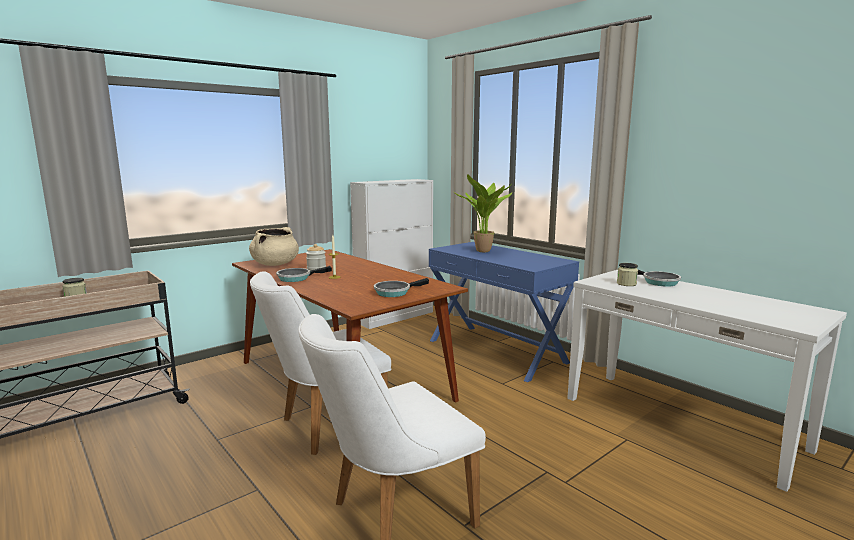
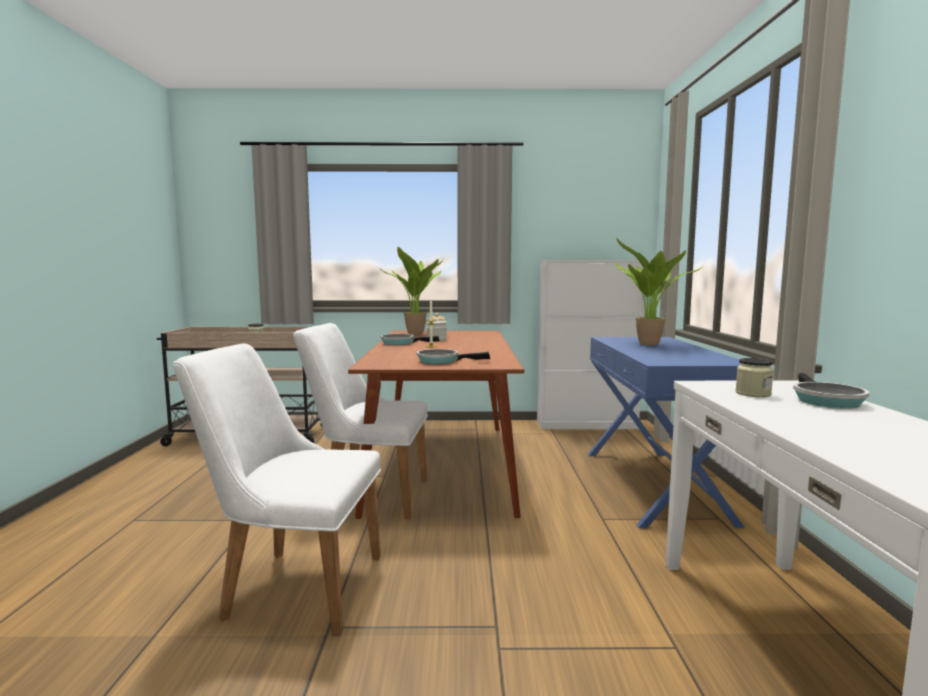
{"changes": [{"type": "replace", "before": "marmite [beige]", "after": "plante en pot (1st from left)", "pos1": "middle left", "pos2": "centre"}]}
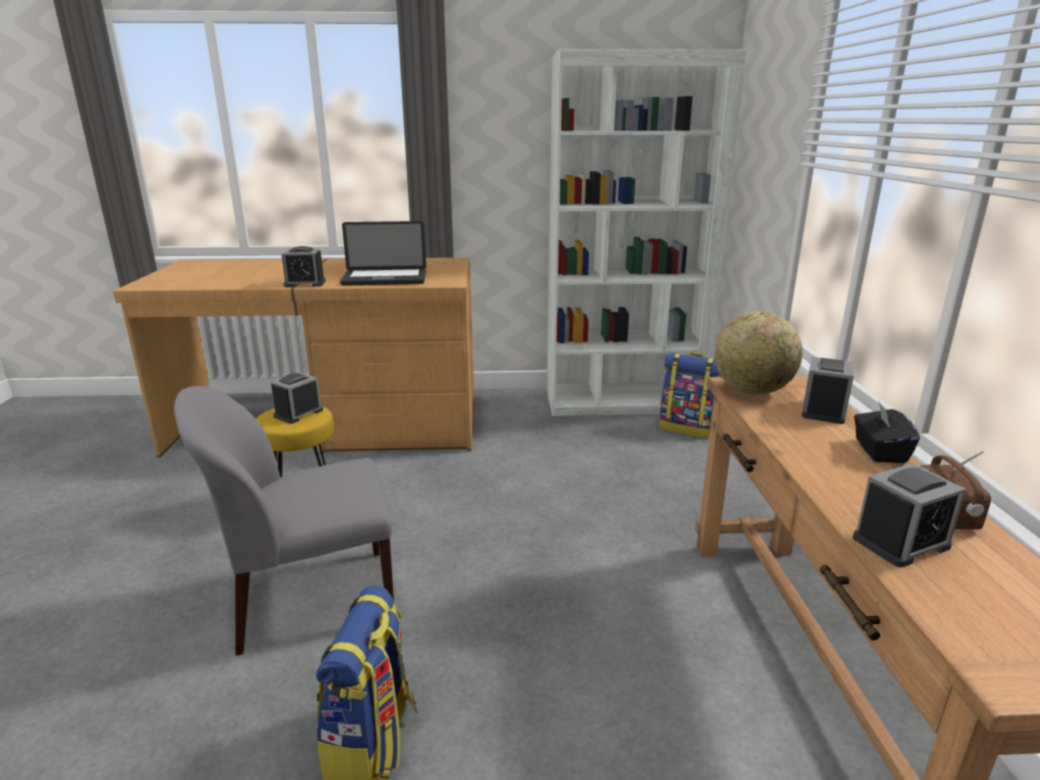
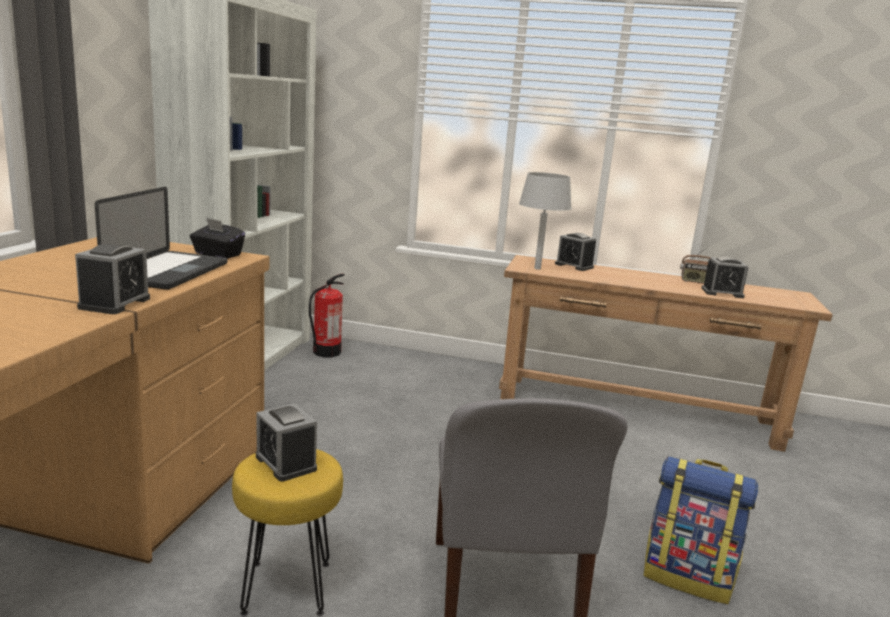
{"changes": [{"type": "replace", "before": "globe", "after": "lampe de table [gris]", "pos1": "middle right", "pos2": "centre"}, {"type": "replace", "before": "sac à dos (2nd from left)", "after": "extincteur", "pos1": "centre", "pos2": "centre"}, {"type": "move", "before": "boîte à mouchoirs [noir]", "pos1": "middle right", "pos2": "middle left"}, {"type": "rotate", "before": "réveil (4th from left)", "pos1": "middle right", "pos2": "middle right", "turn": 105}]}
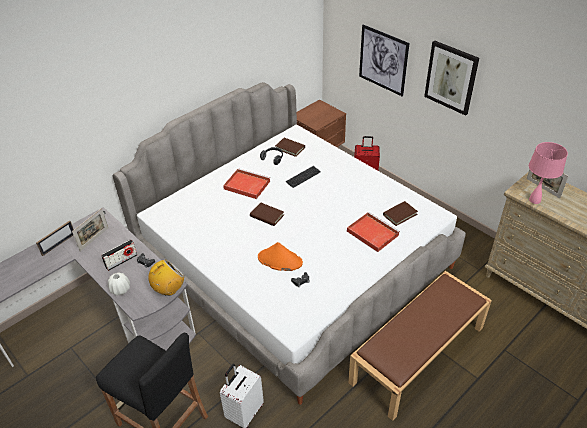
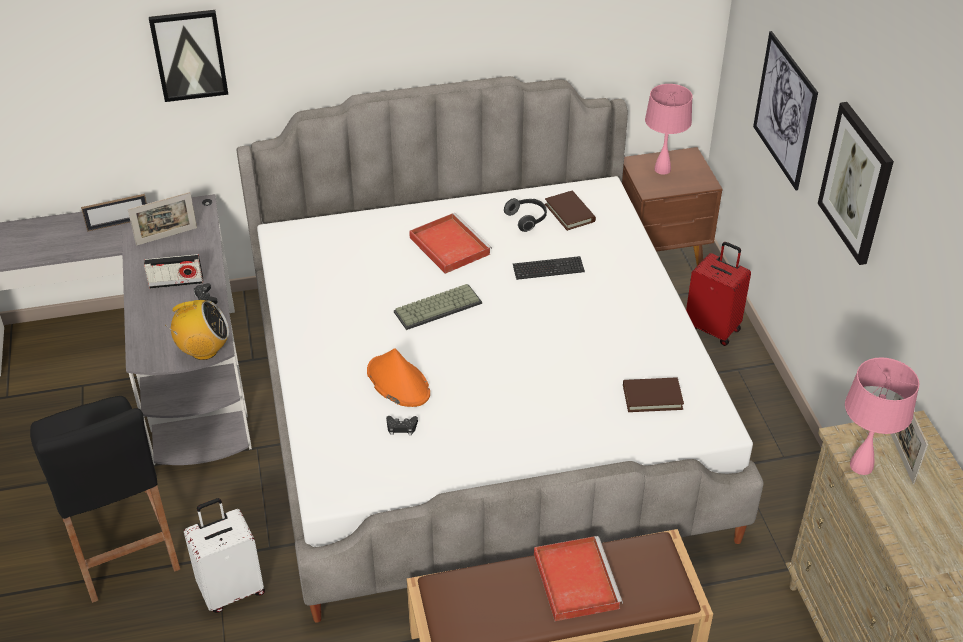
{"changes": [{"type": "replace", "before": "livre [marron] (1st from left)", "after": "clavier (1st from left)", "pos1": "centre", "pos2": "centre"}, {"type": "move", "before": "plateau [rouge] (2nd from left)", "pos1": "centre", "pos2": "bottom centre"}, {"type": "delete", "before": "vase [blanc]", "pos1": "middle left"}, {"type": "insert", "after": "tableau (1st from left)", "pos2": "top left"}, {"type": "insert", "after": "lampe de table [rose] (1st from left)", "pos2": "top right"}]}
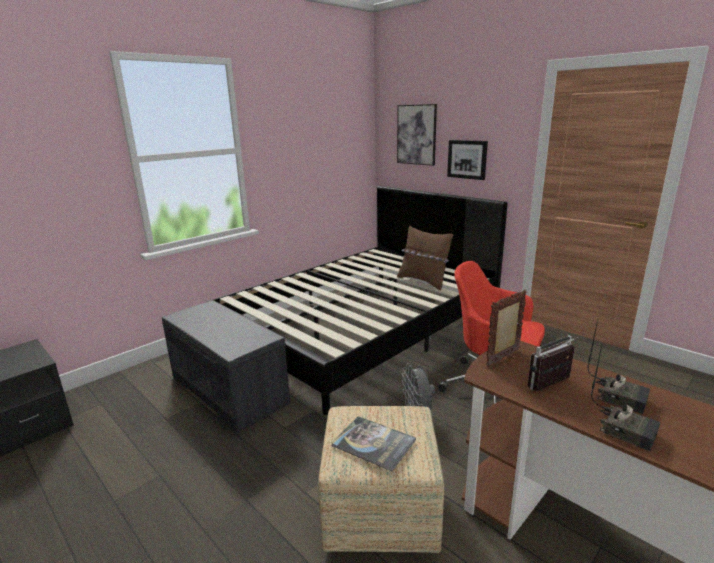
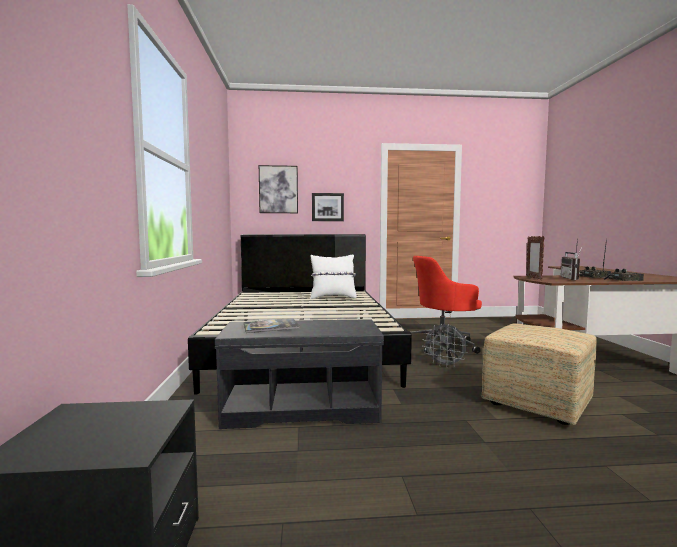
{"changes": [{"type": "recolor", "before": "coussin [marron]", "after": "coussin [blanc]", "pos1": "centre", "pos2": "centre"}, {"type": "move", "before": "livre", "pos1": "bottom centre", "pos2": "centre"}]}
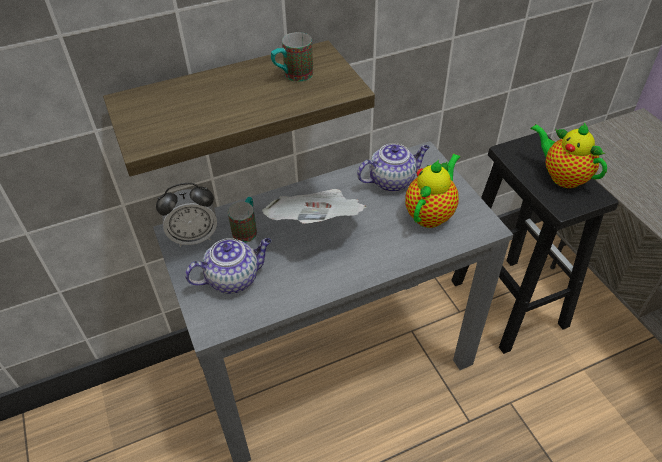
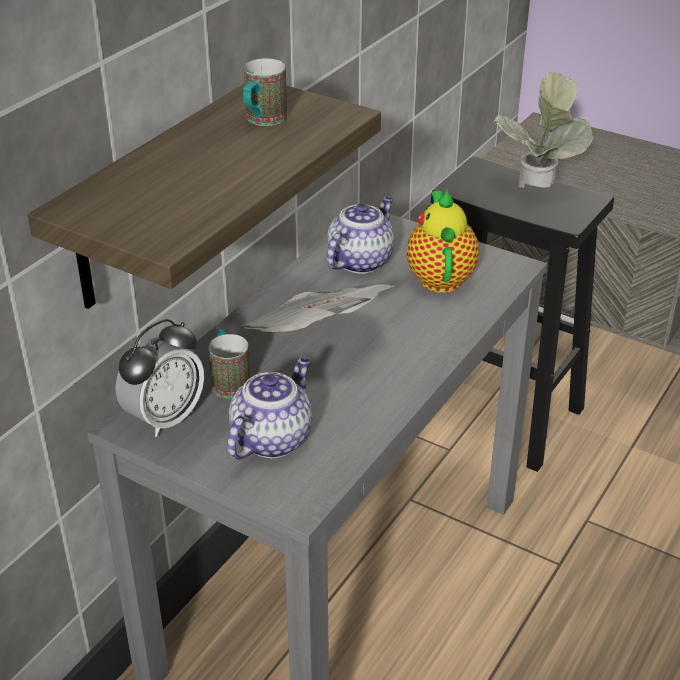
{"changes": [{"type": "replace", "before": "théière (4th from left)", "after": "plante en pot", "pos1": "middle right", "pos2": "top right"}]}
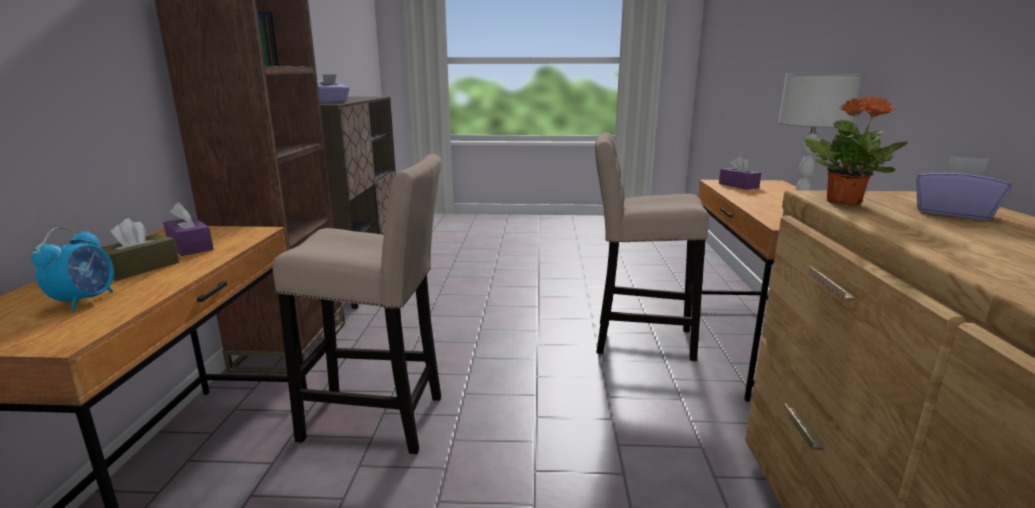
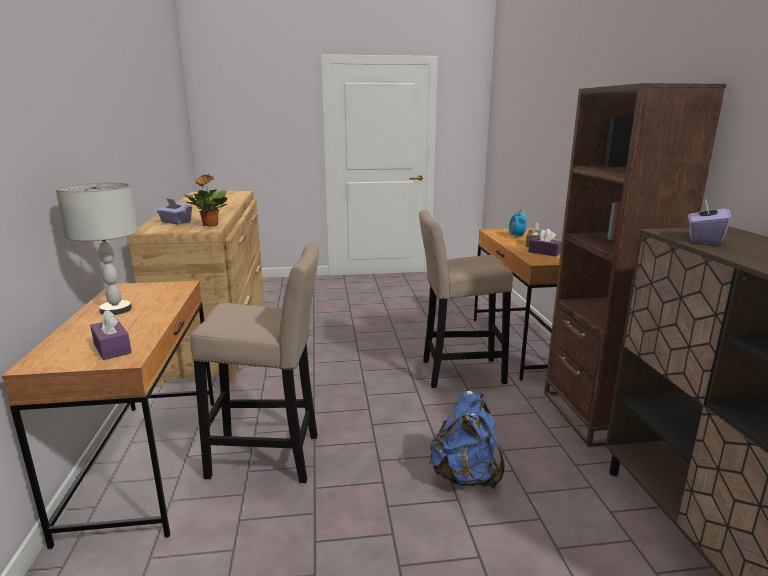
{"changes": [{"type": "insert", "after": "sac à dos [bleu]", "pos2": "bottom centre"}]}
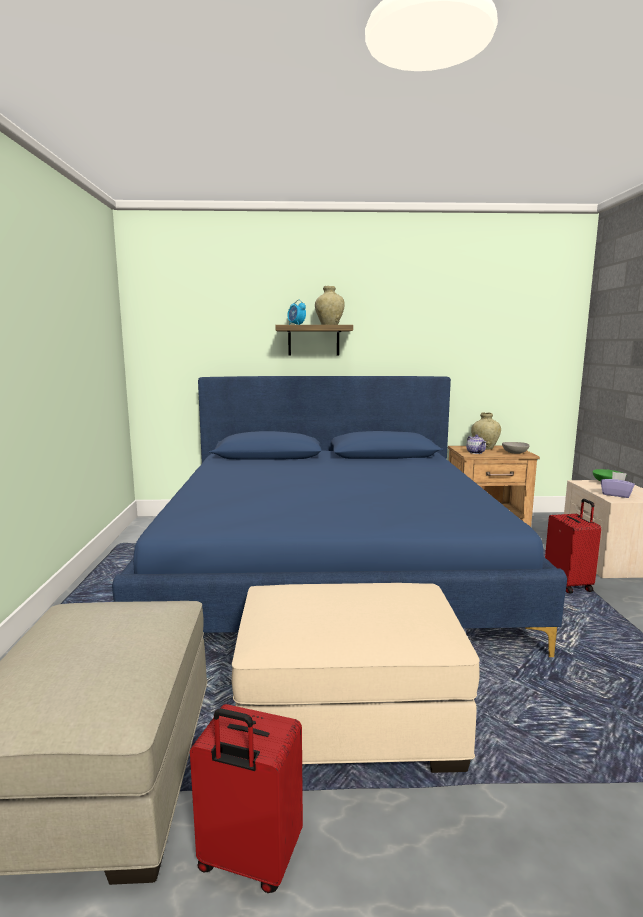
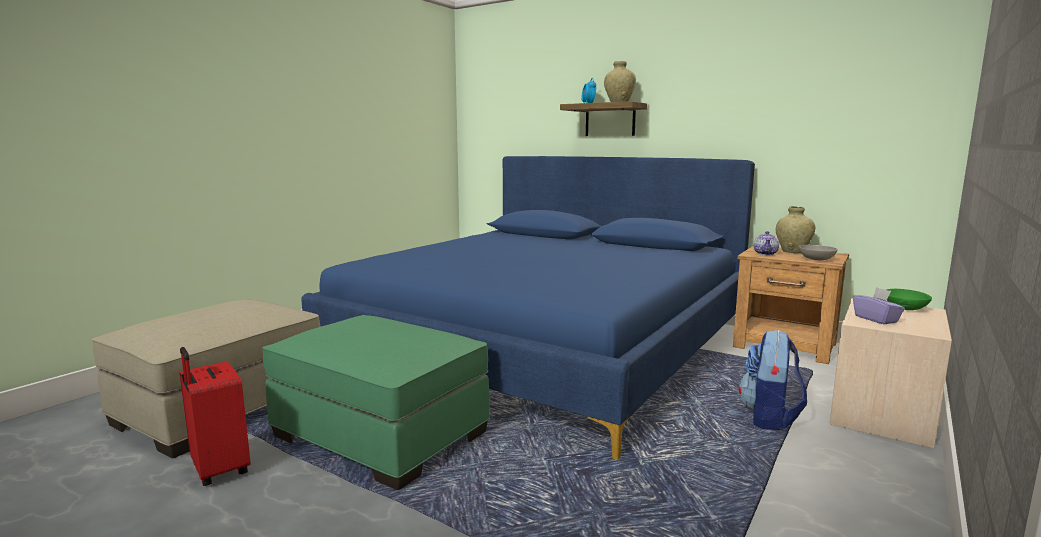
{"changes": [{"type": "replace", "before": "valise [rouge] (2nd from left)", "after": "sac à dos", "pos1": "middle right", "pos2": "bottom right"}, {"type": "recolor", "before": "pouf [beige] (2nd from left)", "after": "pouf [vert]", "pos1": "bottom centre", "pos2": "bottom centre"}]}
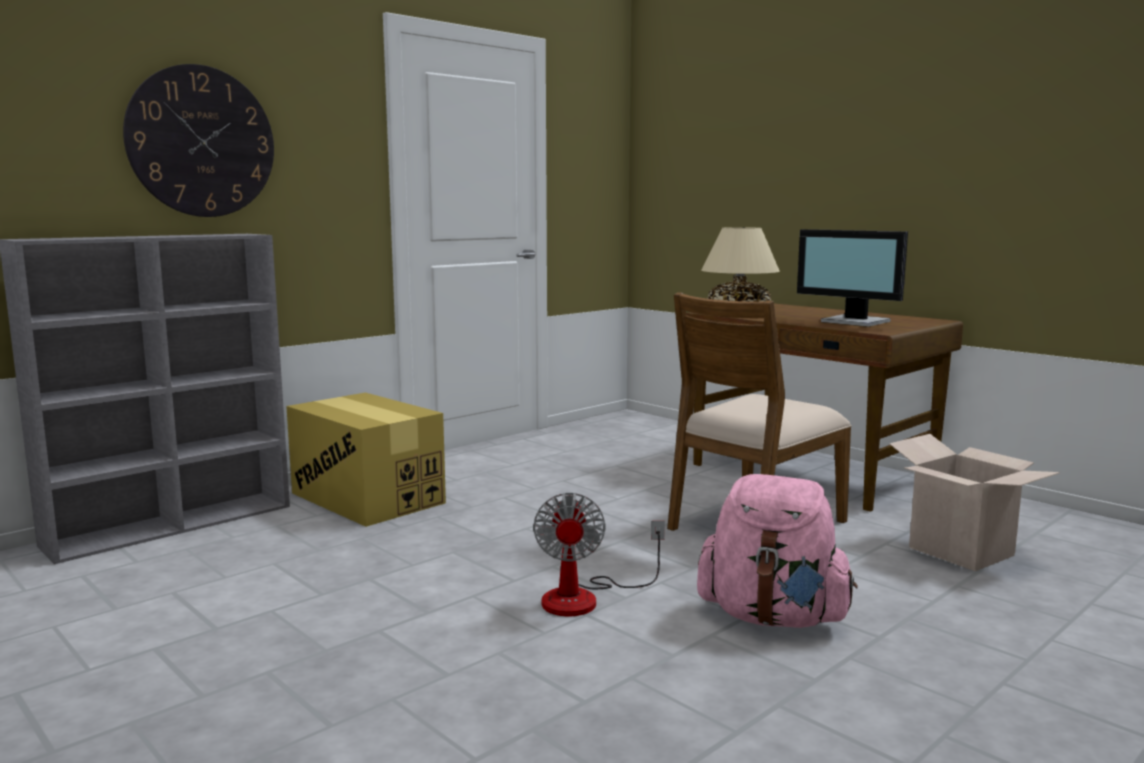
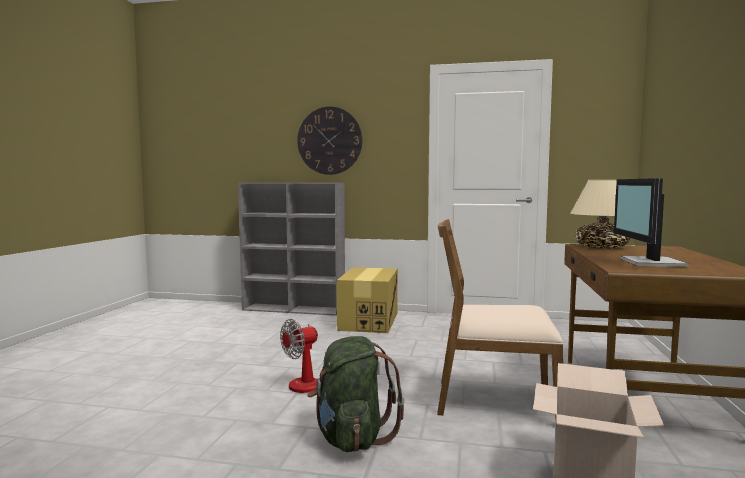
{"changes": [{"type": "recolor", "before": "sac à dos [rose]", "after": "sac à dos [vert]", "pos1": "bottom right", "pos2": "bottom centre"}]}
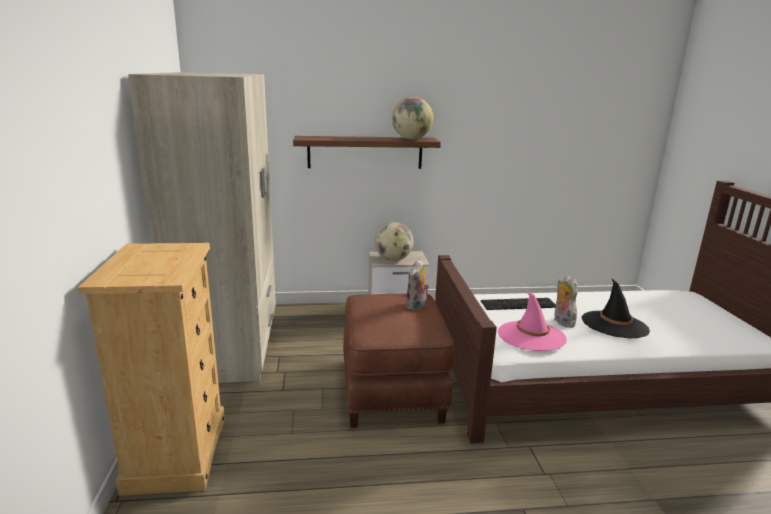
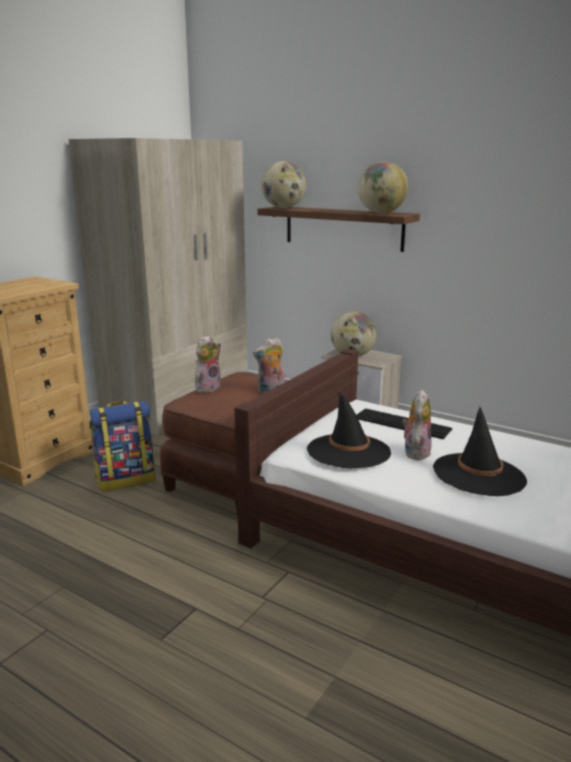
{"changes": [{"type": "recolor", "before": "chapeau [rose]", "after": "chapeau [noir] (1st from left)", "pos1": "middle right", "pos2": "centre"}, {"type": "insert", "after": "globe (1st from left)", "pos2": "top centre"}, {"type": "insert", "after": "peluche (1st from left)", "pos2": "centre"}, {"type": "insert", "after": "sac à dos", "pos2": "middle left"}]}
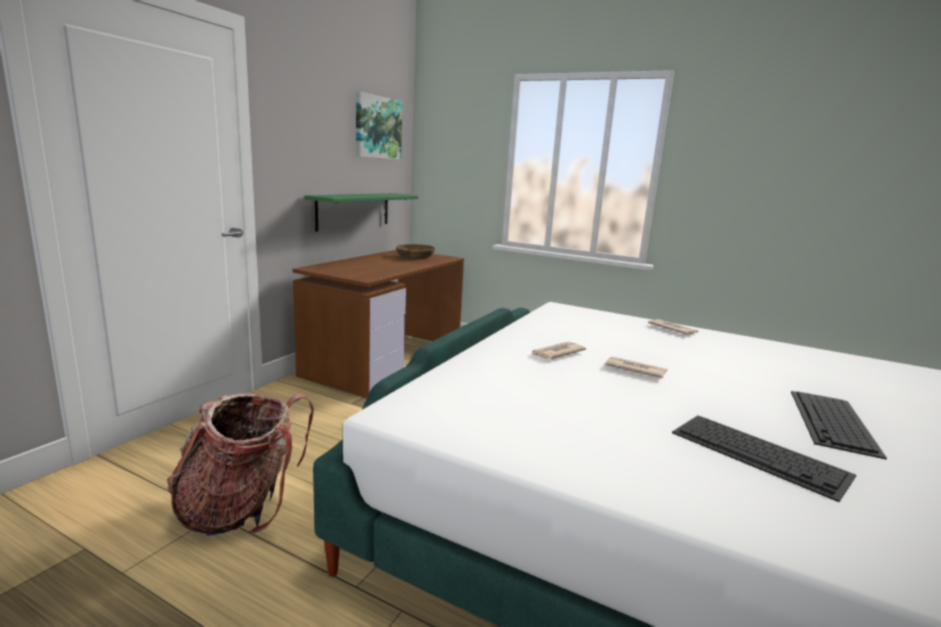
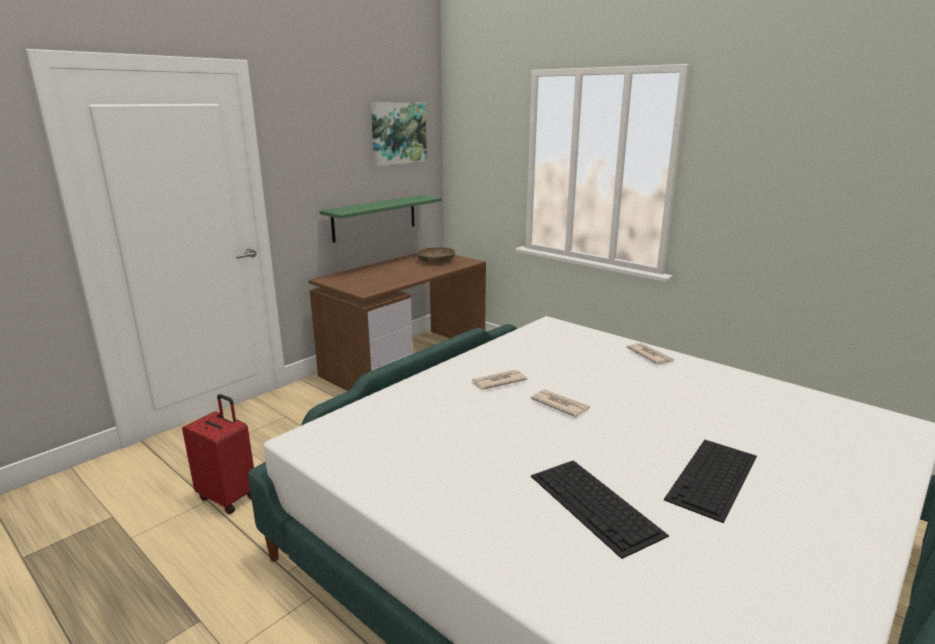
{"changes": [{"type": "replace", "before": "sac à dos", "after": "valise [rouge]", "pos1": "bottom left", "pos2": "bottom left"}]}
